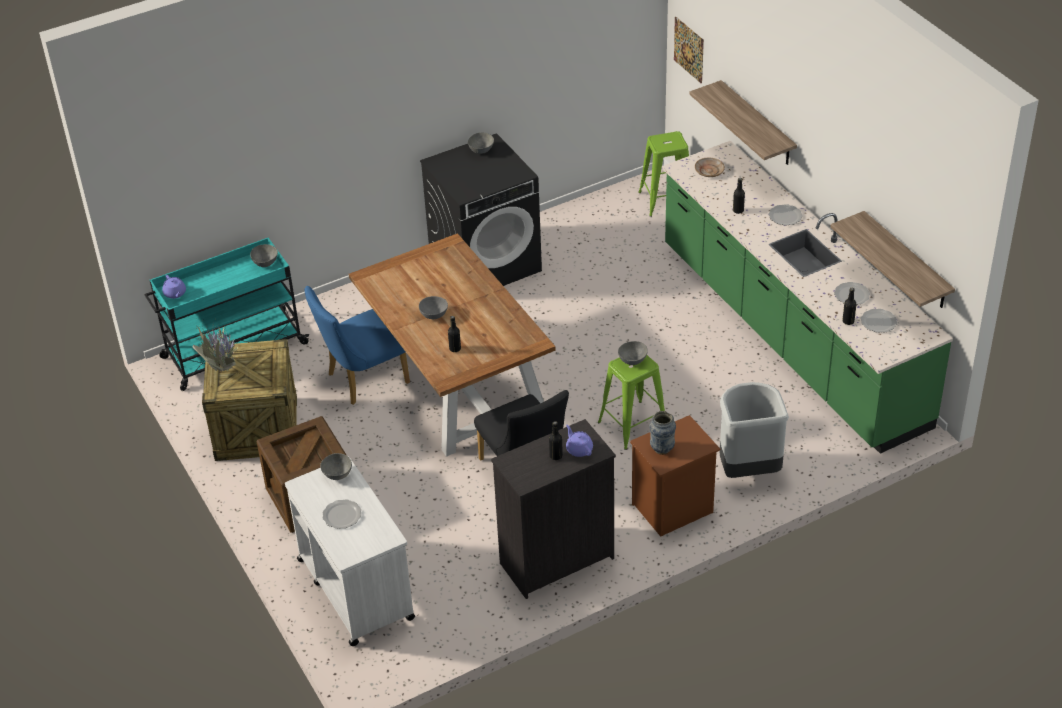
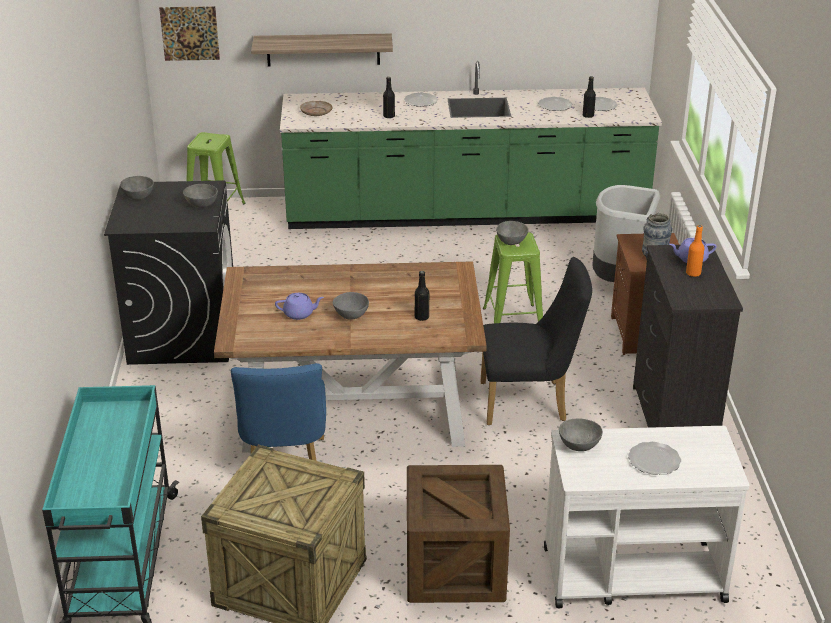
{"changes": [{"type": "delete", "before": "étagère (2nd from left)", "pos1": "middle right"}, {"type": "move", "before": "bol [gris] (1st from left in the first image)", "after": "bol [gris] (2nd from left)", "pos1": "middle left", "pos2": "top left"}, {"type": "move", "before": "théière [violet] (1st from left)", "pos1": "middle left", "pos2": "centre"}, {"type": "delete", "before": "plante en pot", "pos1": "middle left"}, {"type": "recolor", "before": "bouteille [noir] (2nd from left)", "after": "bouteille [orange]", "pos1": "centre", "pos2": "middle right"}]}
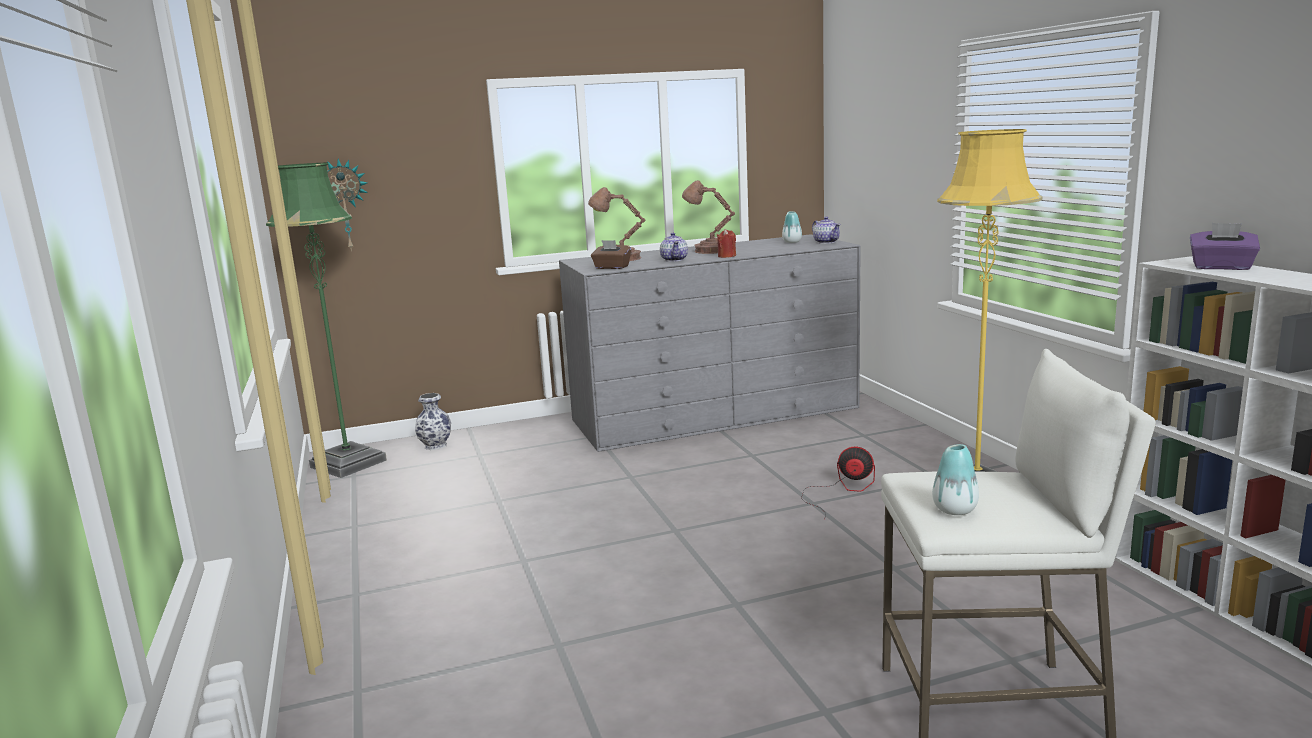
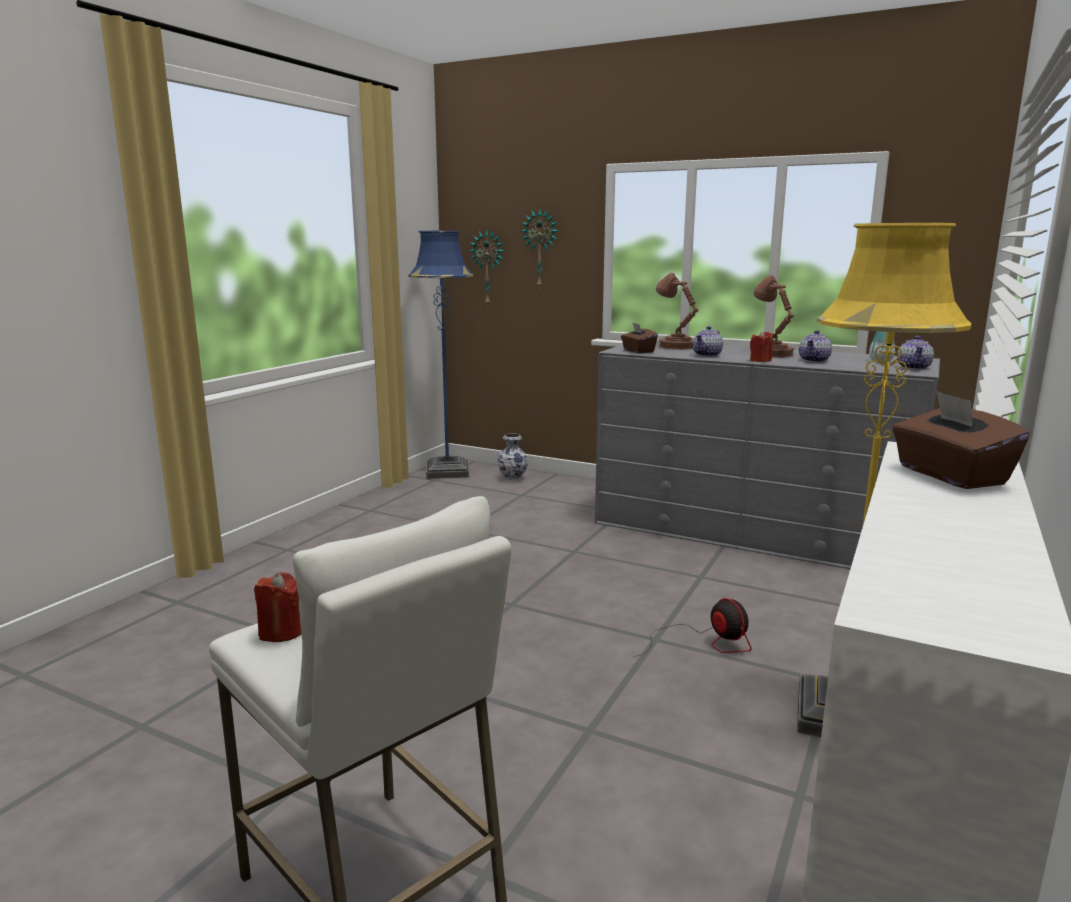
{"changes": [{"type": "recolor", "before": "lampadaire [vert]", "after": "lampadaire [bleu]", "pos1": "middle left", "pos2": "centre"}, {"type": "recolor", "before": "boîte à mouchoirs [violet]", "after": "boîte à mouchoirs [marron] (2nd from left)", "pos1": "middle right", "pos2": "middle right"}, {"type": "replace", "before": "vase (3rd from left)", "after": "bougie [rouge] (1st from left)", "pos1": "middle right", "pos2": "bottom left"}, {"type": "insert", "after": "horloge murale (2nd from left)", "pos2": "top centre"}, {"type": "insert", "after": "théière (2nd from left)", "pos2": "middle right"}]}
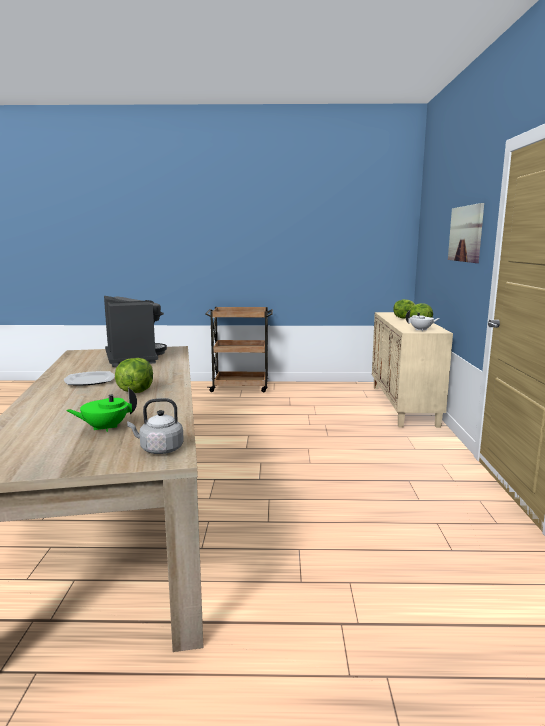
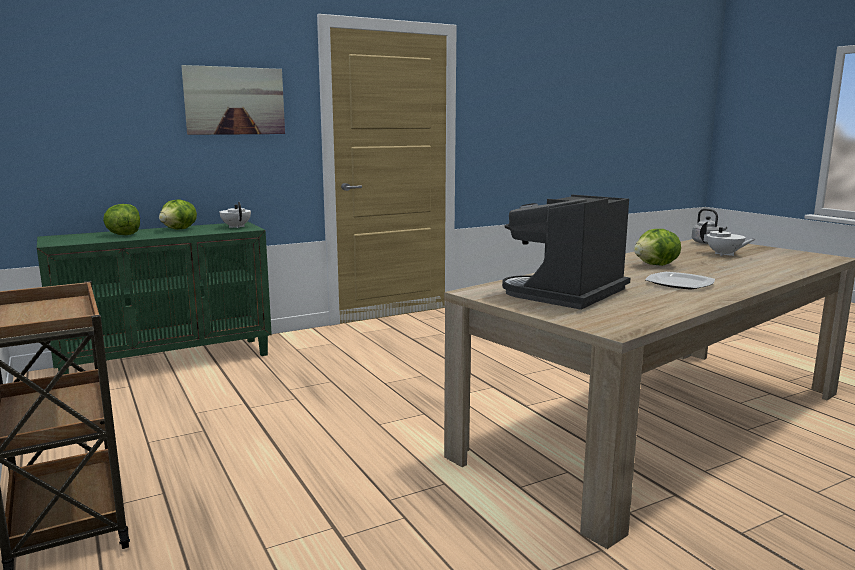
{"changes": [{"type": "recolor", "before": "meuble de rangement [beige]", "after": "meuble de rangement [vert]", "pos1": "middle right", "pos2": "middle left"}, {"type": "recolor", "before": "théière [vert]", "after": "théière [blanc] (2nd from left)", "pos1": "middle left", "pos2": "middle right"}]}
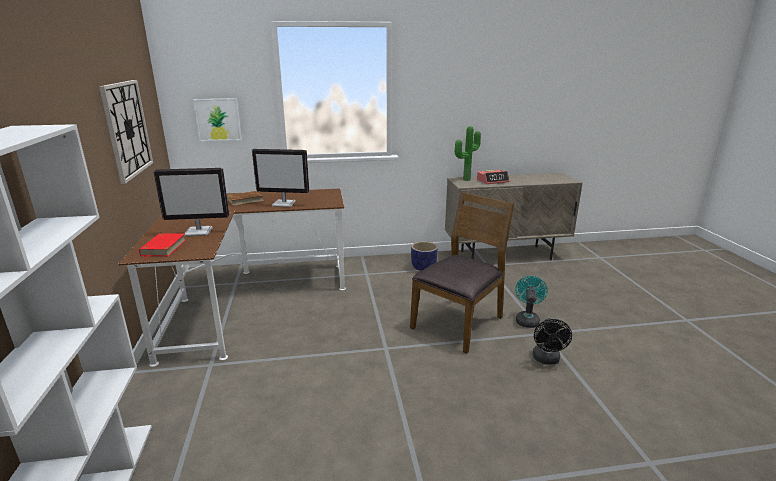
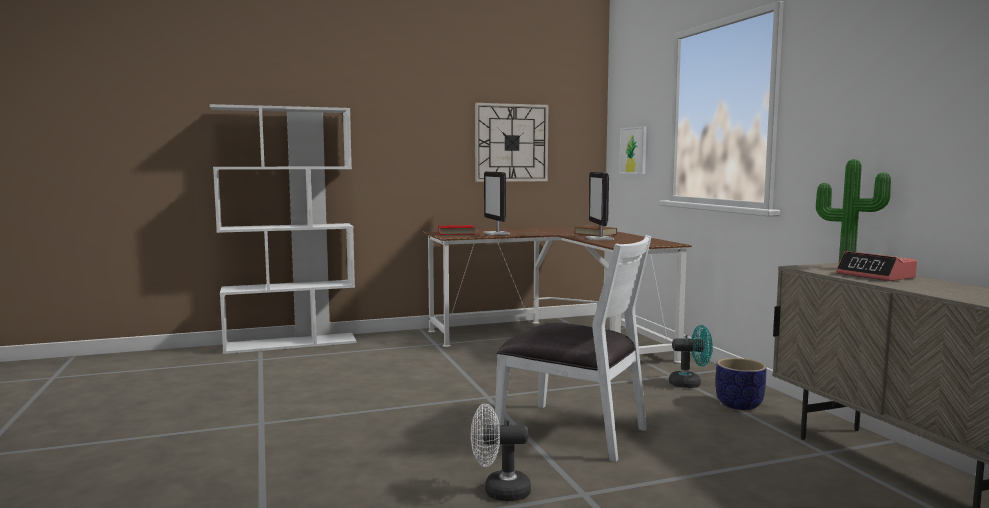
{"changes": [{"type": "recolor", "before": "chaise [marron]", "after": "chaise [blanc]", "pos1": "centre", "pos2": "bottom centre"}, {"type": "move", "before": "ventilateur [turquoise]", "pos1": "middle right", "pos2": "bottom right"}, {"type": "recolor", "before": "ventilateur [noir]", "after": "ventilateur [blanc]", "pos1": "bottom right", "pos2": "bottom centre"}]}
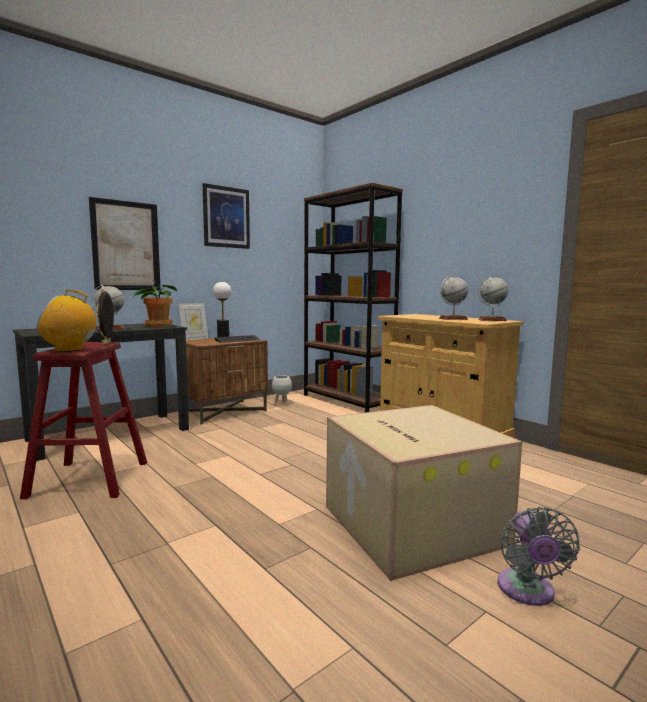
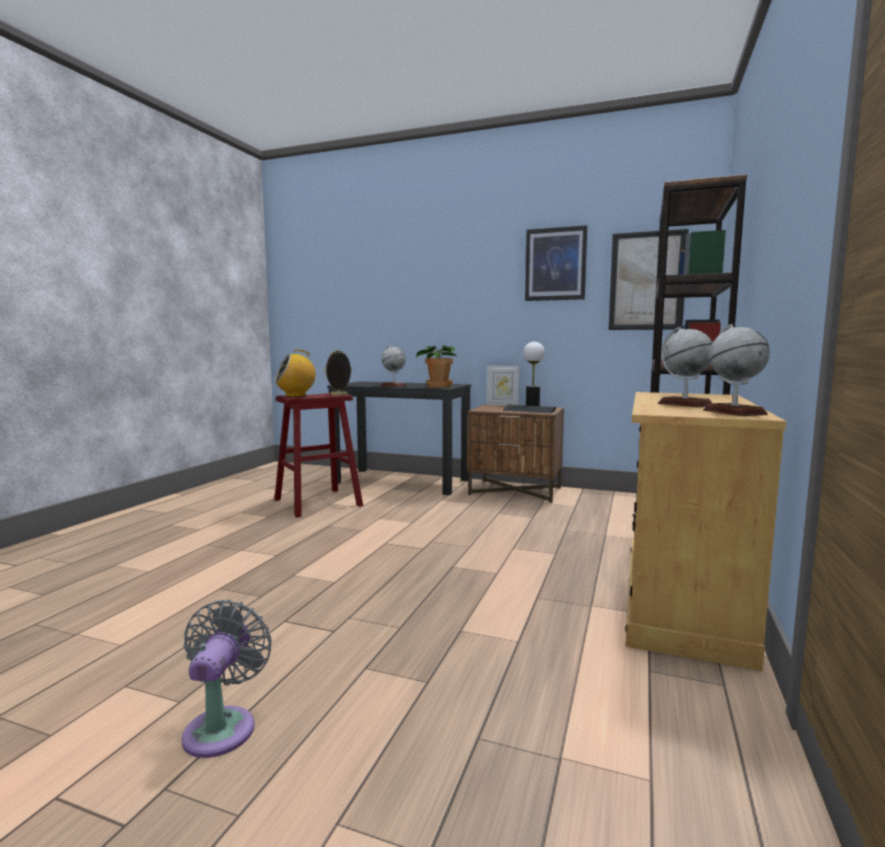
{"changes": [{"type": "move", "before": "tableau (1st from left in the first image)", "after": "tableau (2nd from left)", "pos1": "middle left", "pos2": "top right"}, {"type": "rotate", "before": "radio", "pos1": "middle left", "pos2": "centre", "turn": -75}, {"type": "delete", "before": "cache-pot [blanc]", "pos1": "centre"}, {"type": "delete", "before": "carton", "pos1": "bottom centre"}, {"type": "rotate", "before": "ventilateur [gris]", "pos1": "bottom right", "pos2": "bottom left", "turn": 120}]}
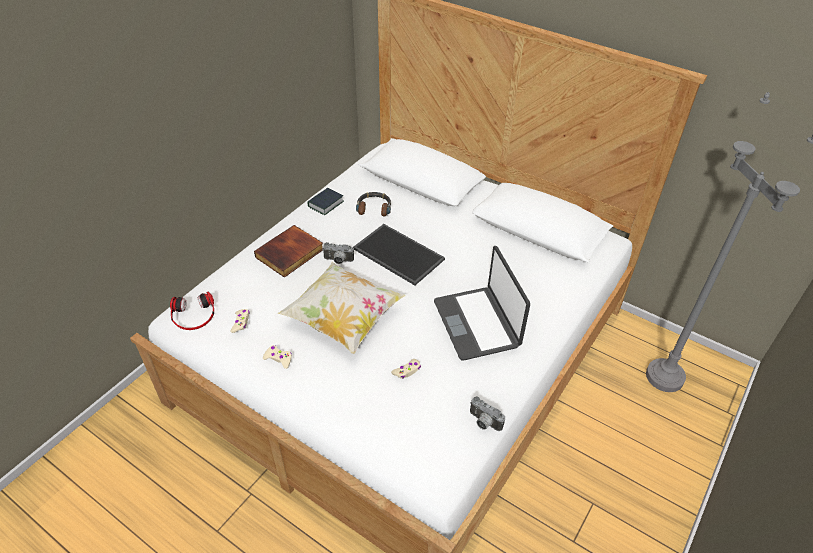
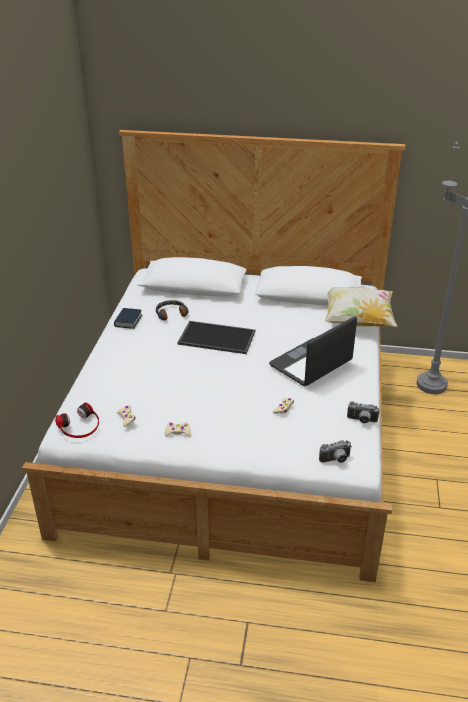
{"changes": [{"type": "delete", "before": "livre (1st from left)", "pos1": "centre"}, {"type": "move", "before": "appareil photo (1st from left)", "pos1": "centre", "pos2": "middle right"}, {"type": "rotate", "before": "ordinateur portable", "pos1": "centre", "pos2": "middle right", "turn": 90}, {"type": "move", "before": "coussin", "pos1": "centre", "pos2": "middle right"}]}
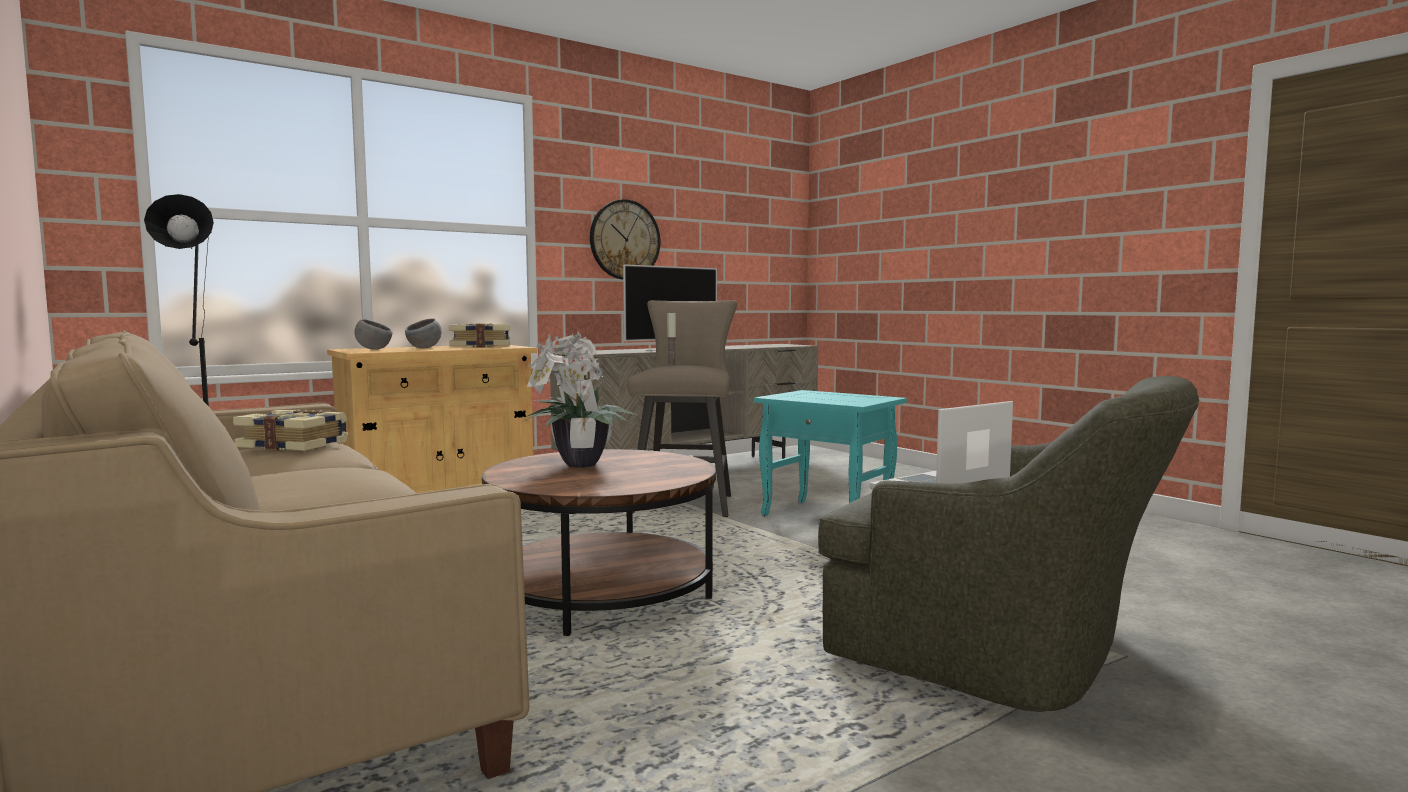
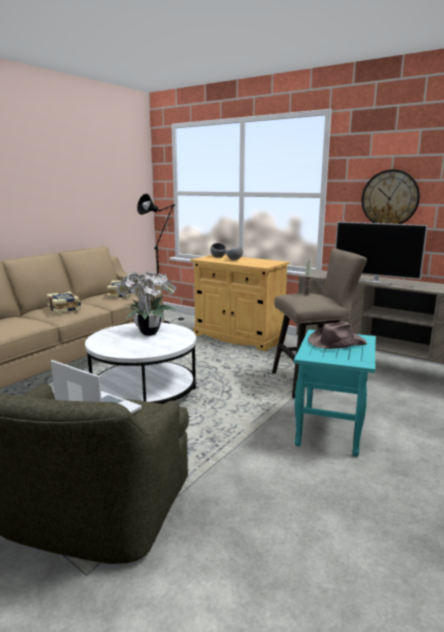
{"changes": [{"type": "move", "before": "livre (2nd from left in the first image)", "after": "livre (1st from left)", "pos1": "centre", "pos2": "middle left"}, {"type": "recolor", "before": "table basse [marron]", "after": "table basse [blanc]", "pos1": "bottom centre", "pos2": "middle left"}, {"type": "insert", "after": "chapeau [marron]", "pos2": "middle right"}]}
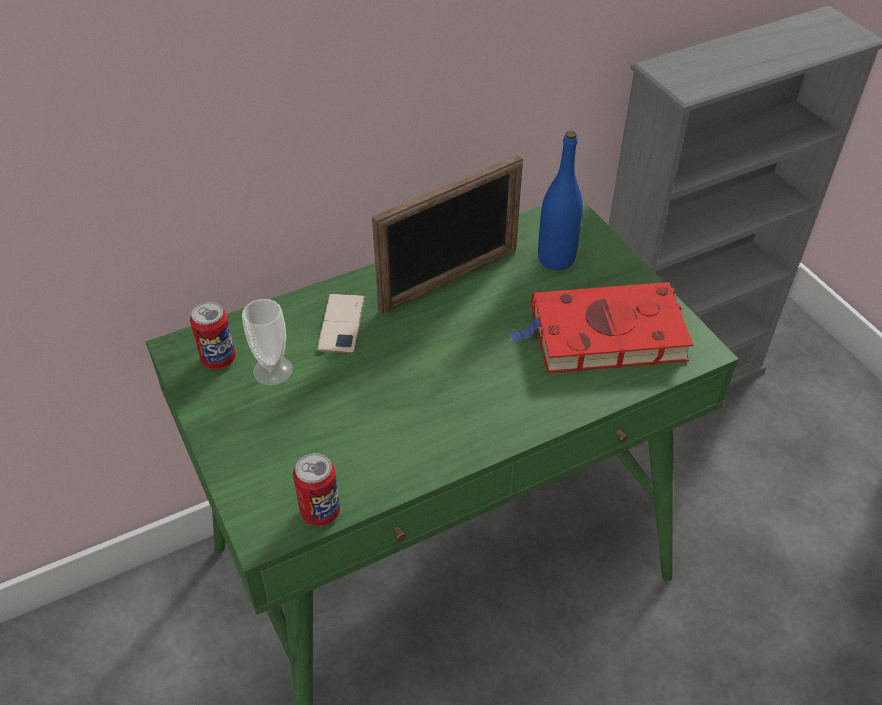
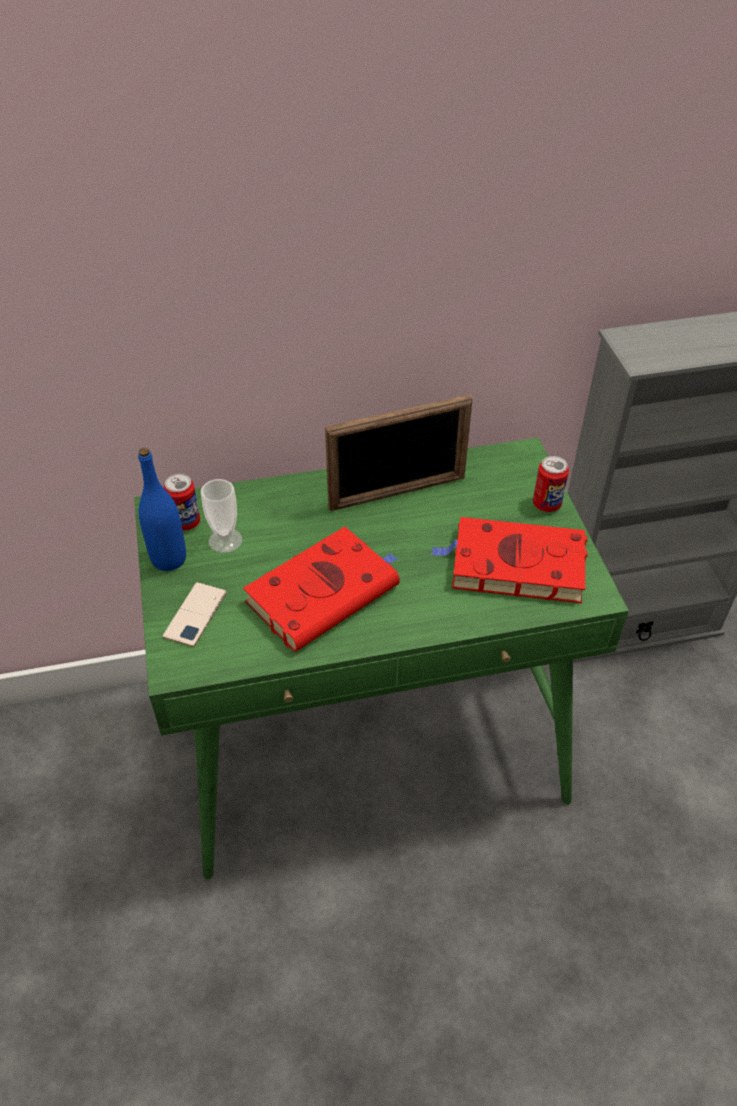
{"changes": [{"type": "move", "before": "bouteille [bleu]", "pos1": "top centre", "pos2": "middle left"}, {"type": "move", "before": "téléphone", "pos1": "centre", "pos2": "middle left"}, {"type": "move", "before": "boîte métallique (2nd from left)", "pos1": "bottom centre", "pos2": "middle right"}, {"type": "insert", "after": "livre [rouge] (1st from left)", "pos2": "centre"}]}
